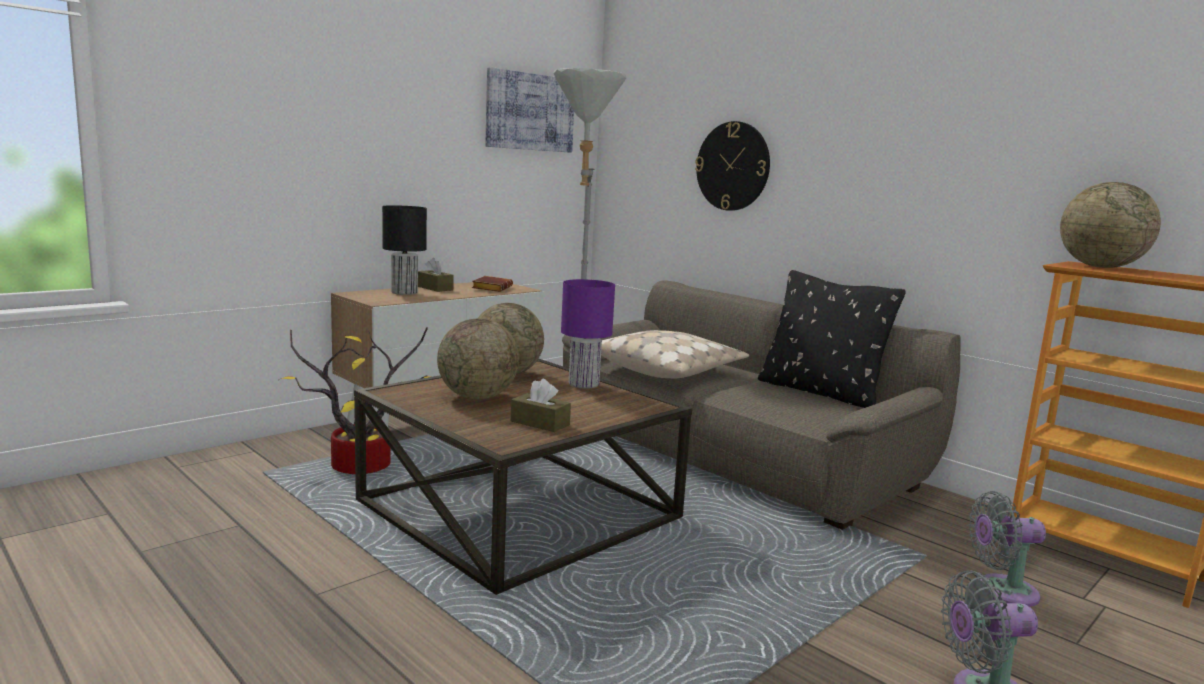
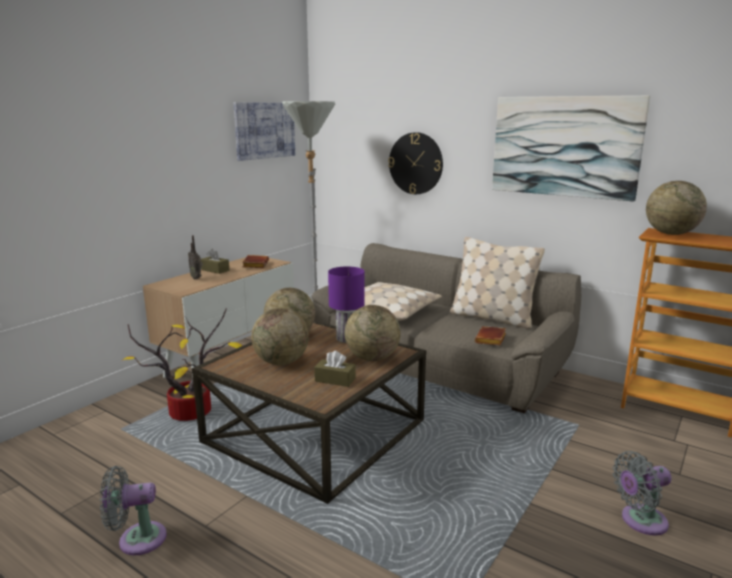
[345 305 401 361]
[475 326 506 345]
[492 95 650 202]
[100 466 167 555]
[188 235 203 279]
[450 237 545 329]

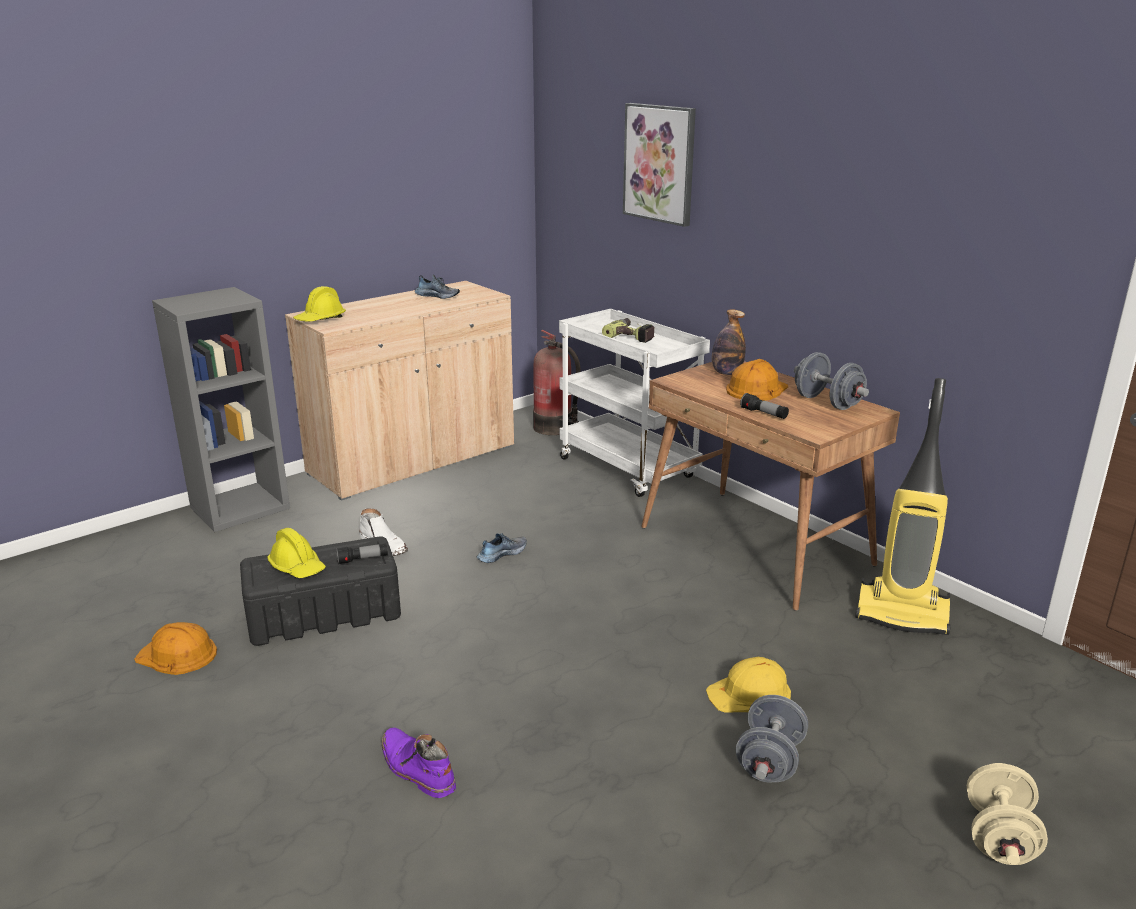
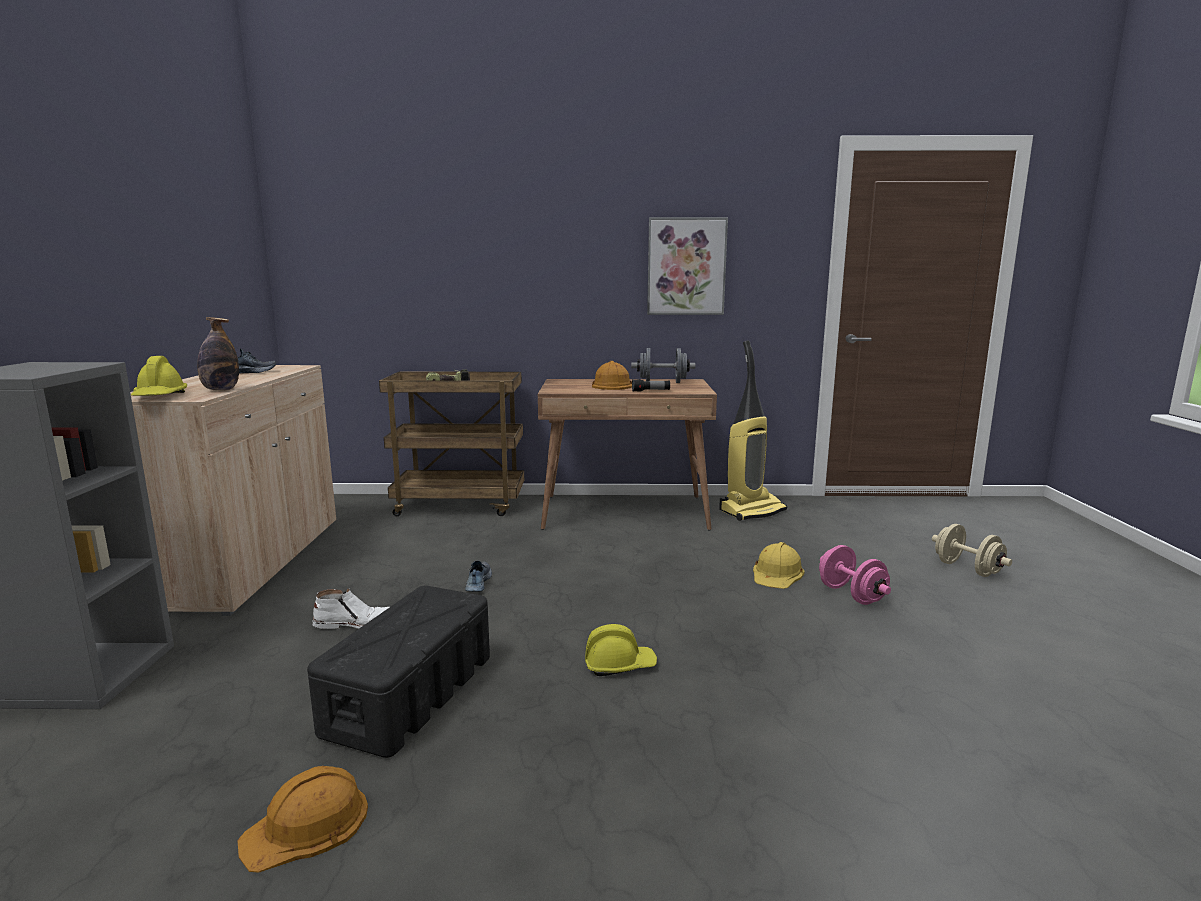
[336 543 388 564] (first image)
[382 728 456 798] (first image)
[533 330 581 435] (first image)
[585 624 657 676]
[647 217 728 315]
[197 317 239 391]
[379 372 524 516]
[819 545 891 605]

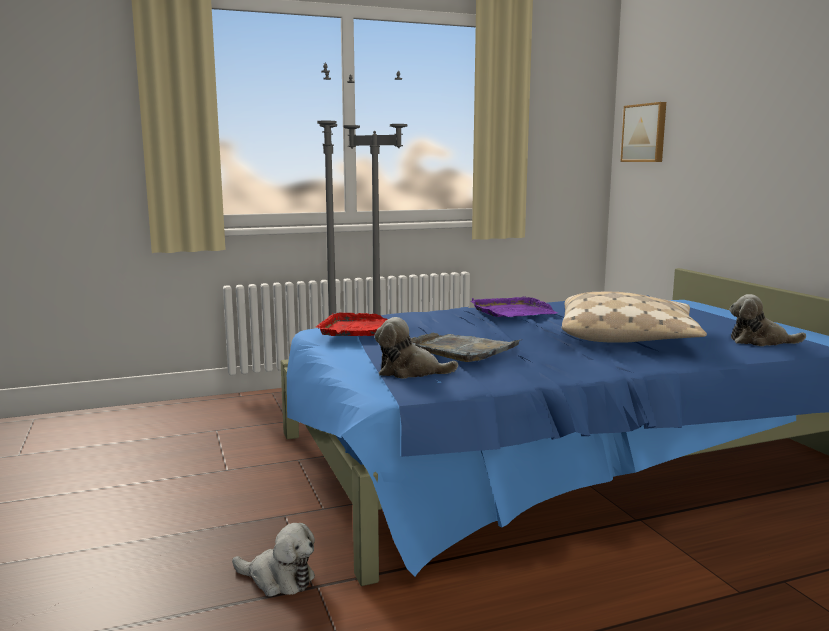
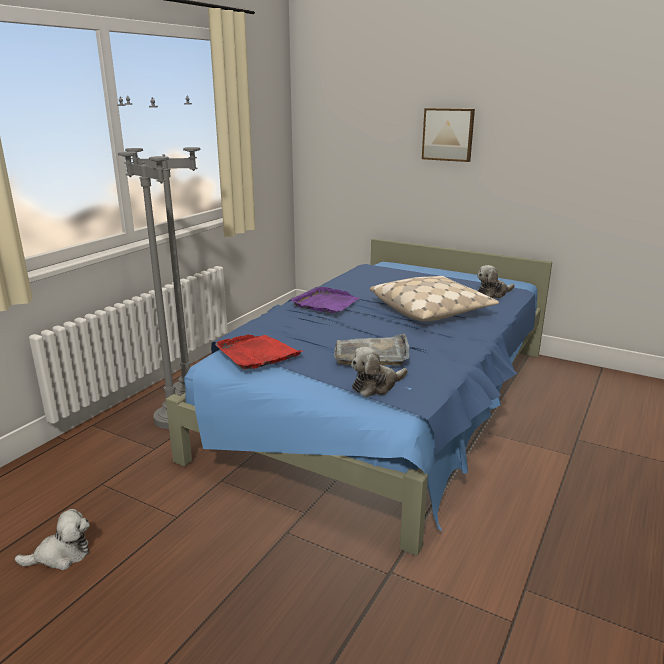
[15 509 90 570]
[422 108 475 162]

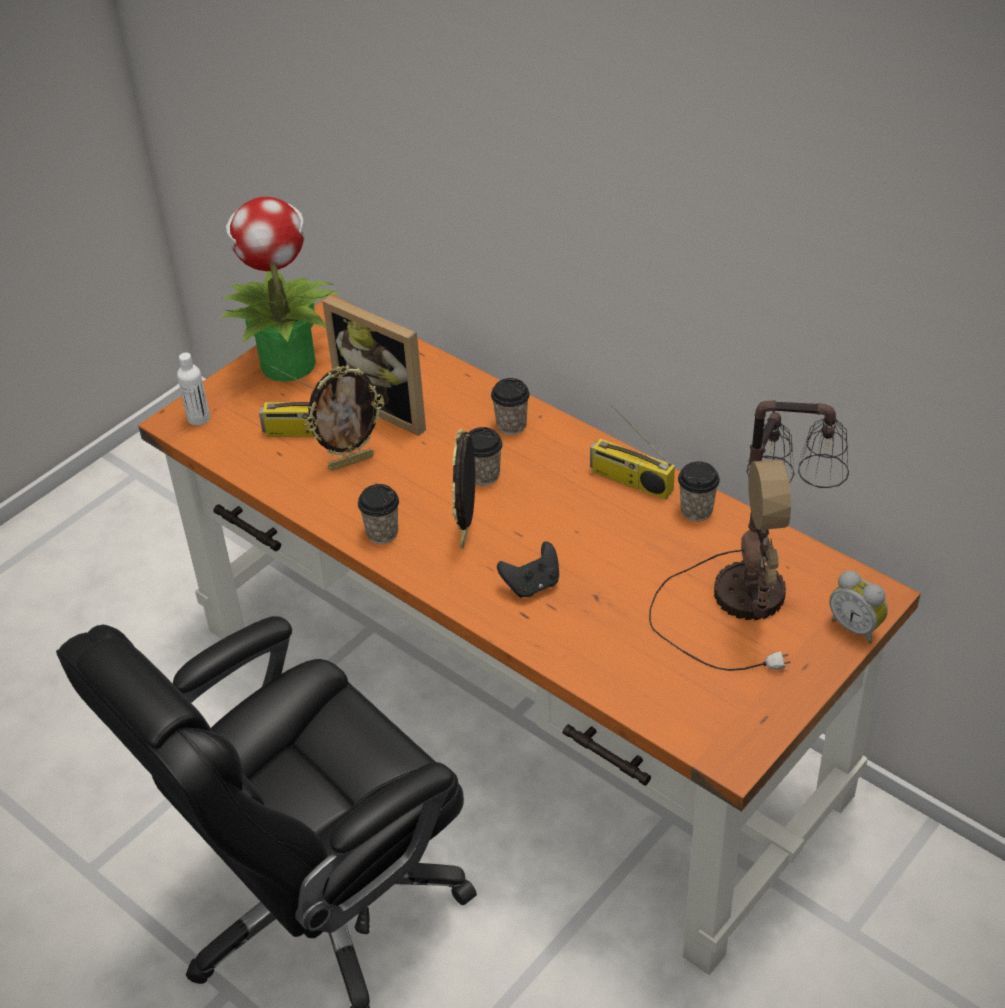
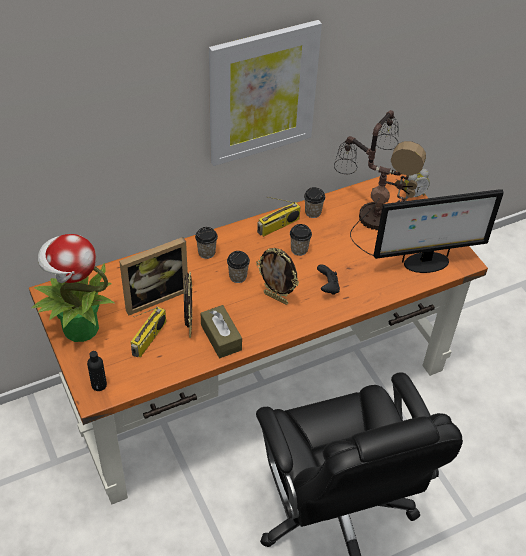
[201 305 242 358]
[209 20 322 166]
[373 189 504 273]
[290 224 312 256]
[87 351 107 391]

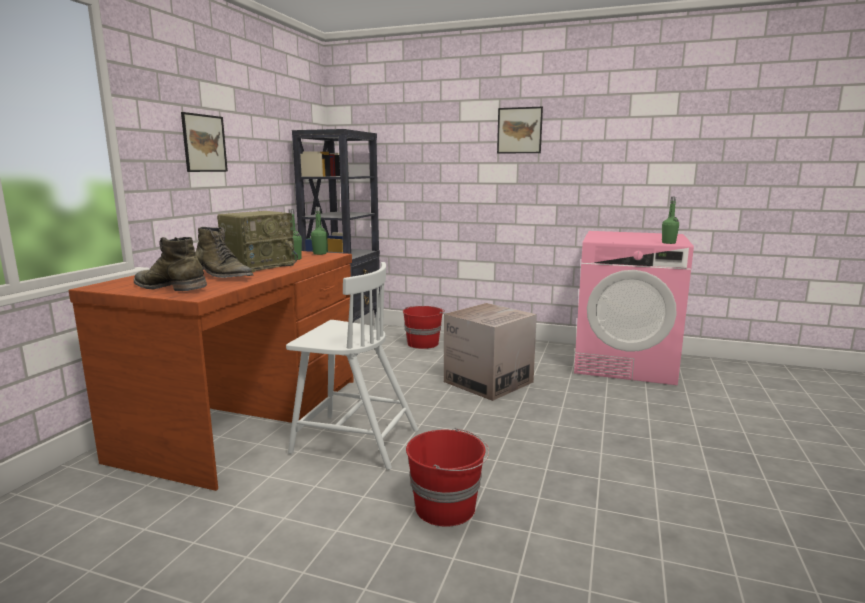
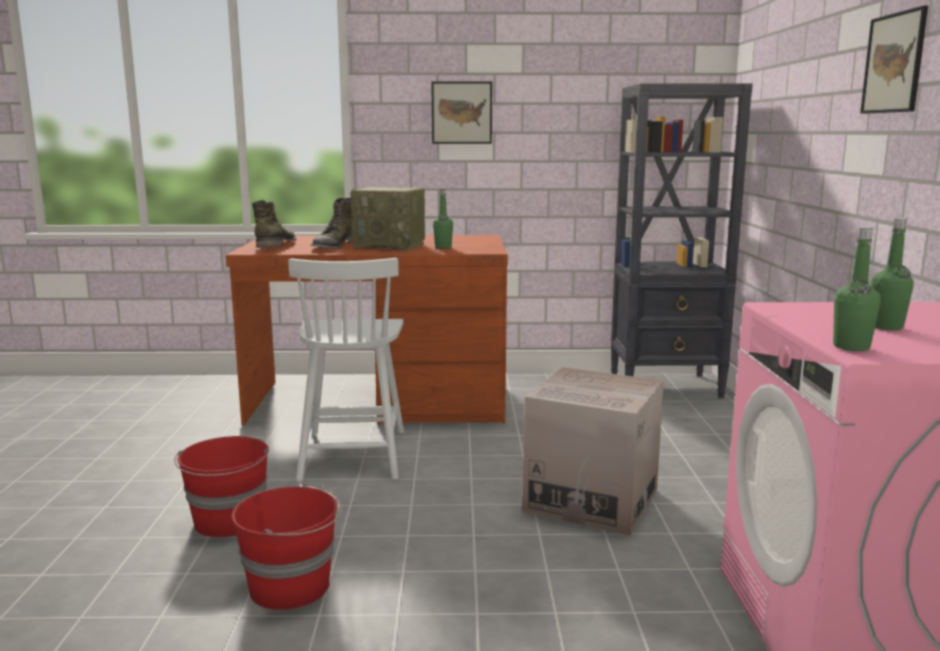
[871 218 914 330]
[231 483 342 610]

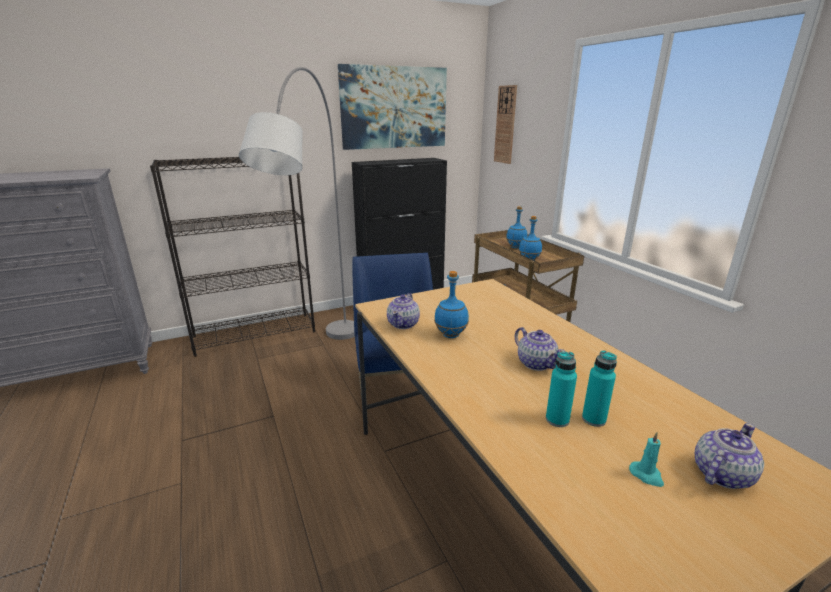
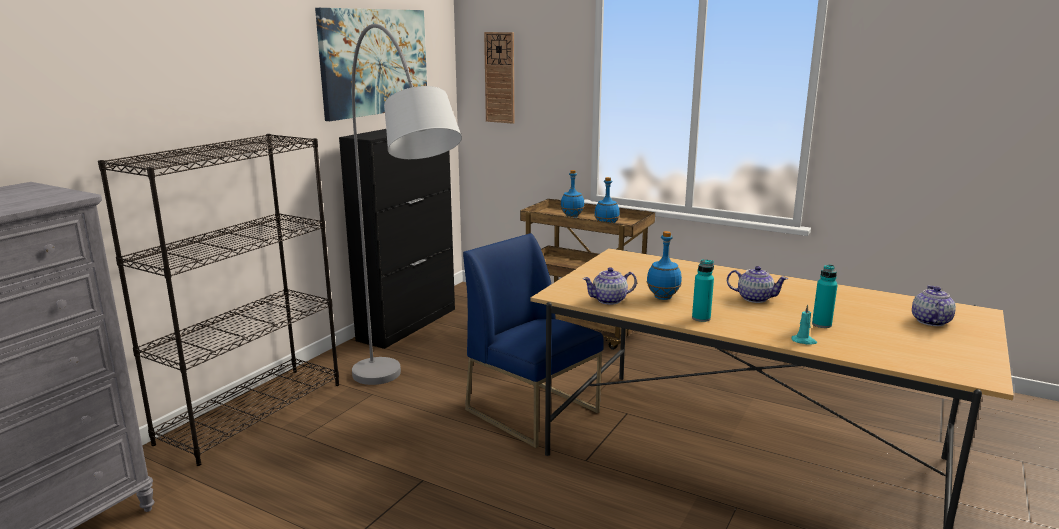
[692 259 714 322]
[792 305 817 345]
[583 267 637 305]

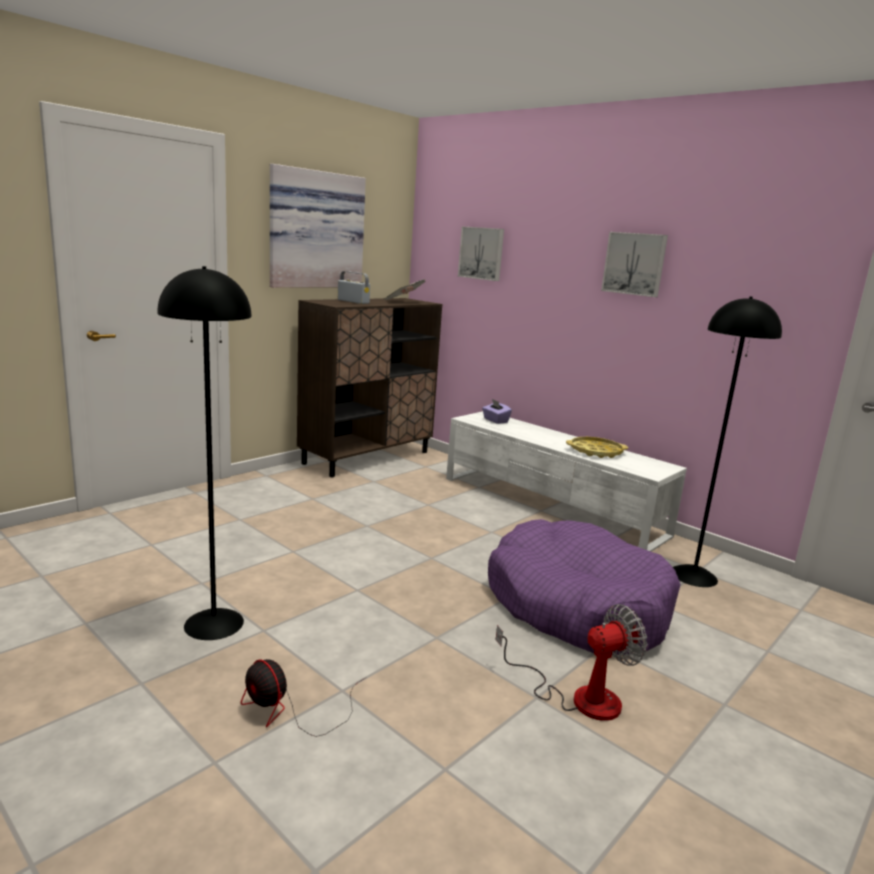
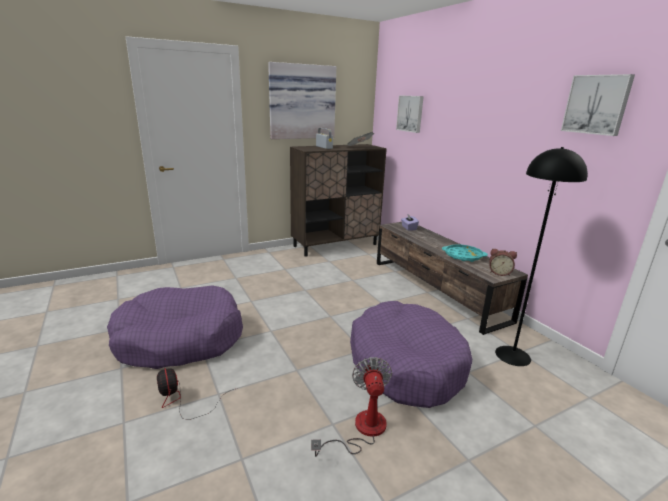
[489 249 517 276]
[561 74 635 136]
[107 285 243 369]
[377 222 528 335]
[442 244 488 262]
[311 357 392 457]

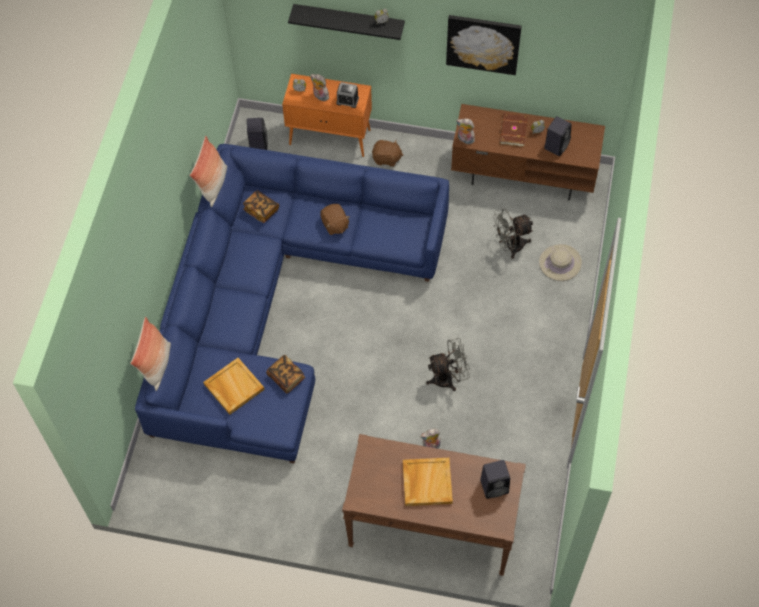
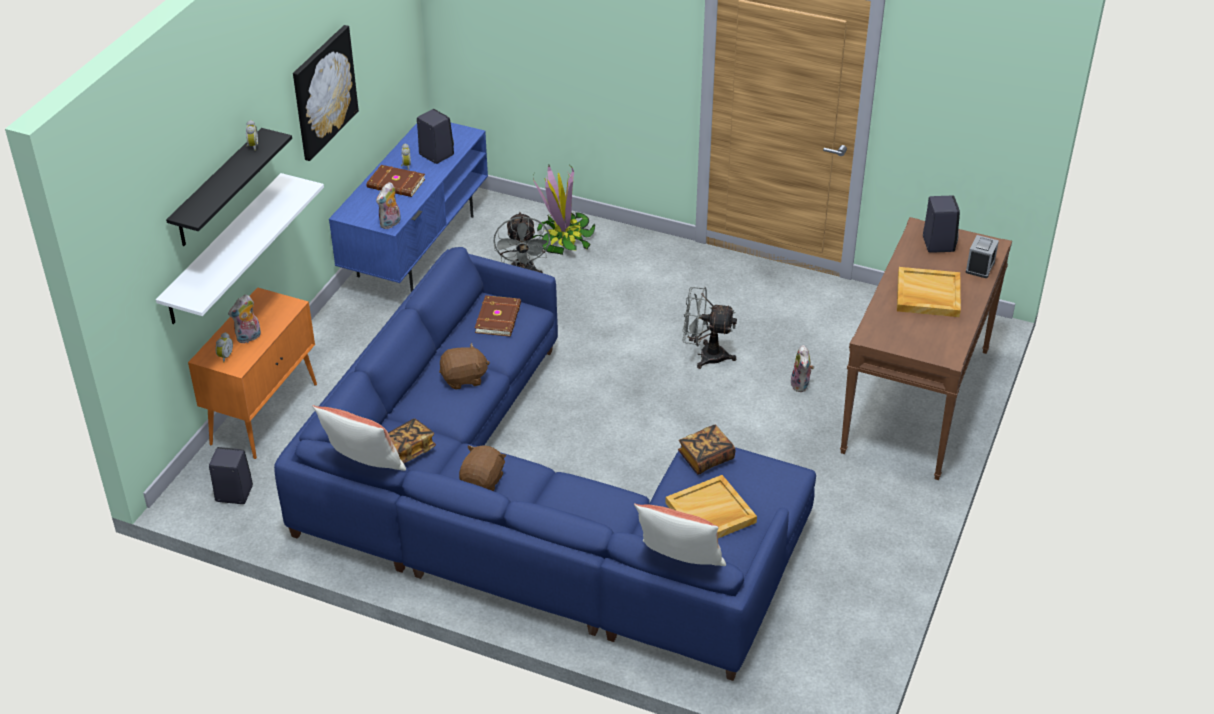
[156 173 324 324]
[475 295 521 336]
[966 235 999 278]
[459 445 506 491]
[532 165 595 255]
[329 123 488 292]
[682 287 737 369]

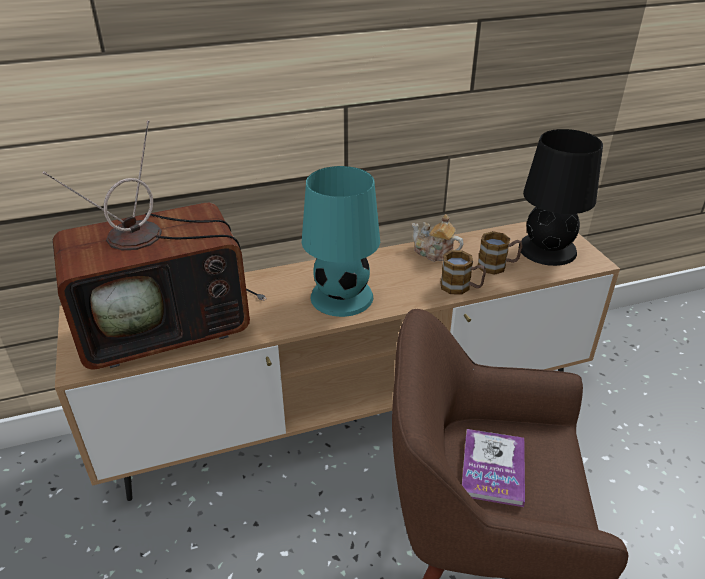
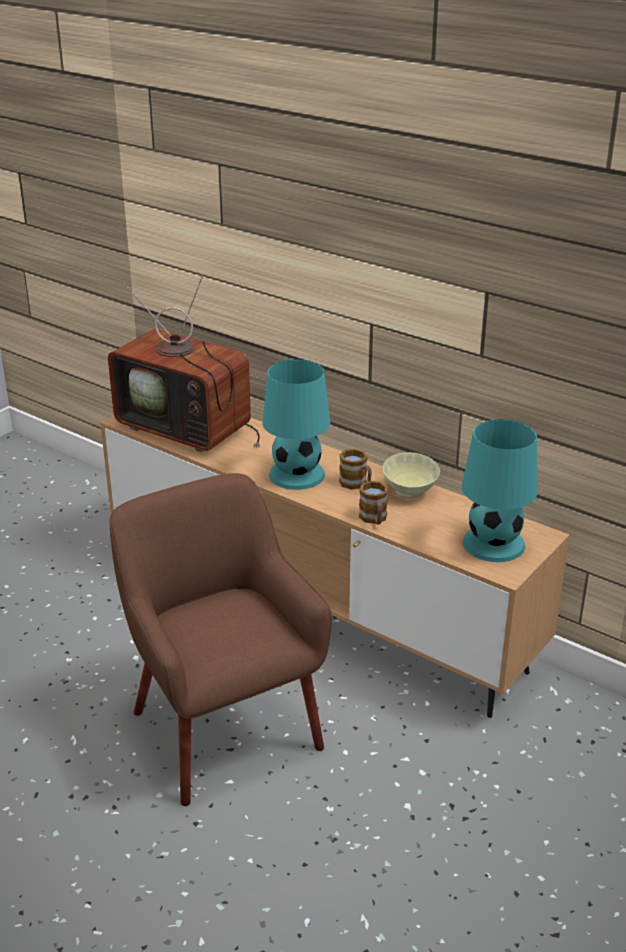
[462 429 525 507] (first image)
[339 449 372 490]
[383 452 440 498]
[462 419 538 562]

